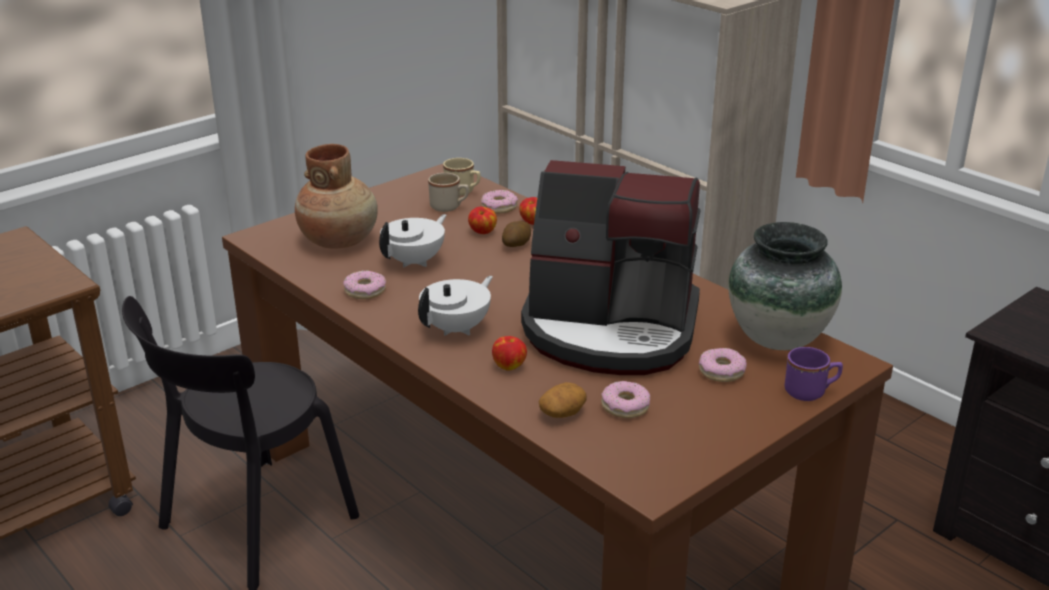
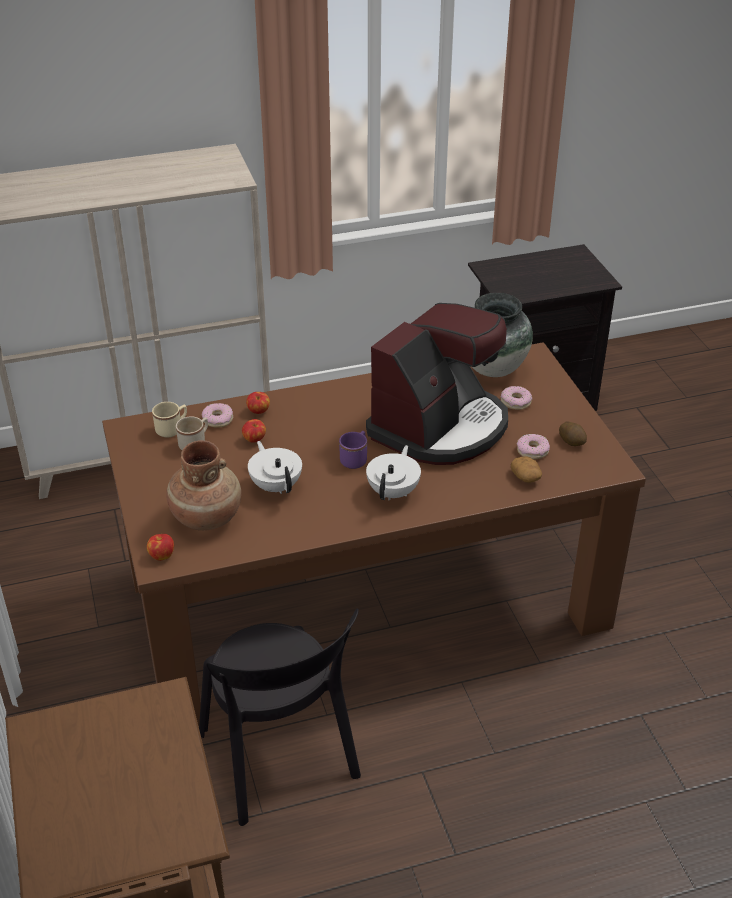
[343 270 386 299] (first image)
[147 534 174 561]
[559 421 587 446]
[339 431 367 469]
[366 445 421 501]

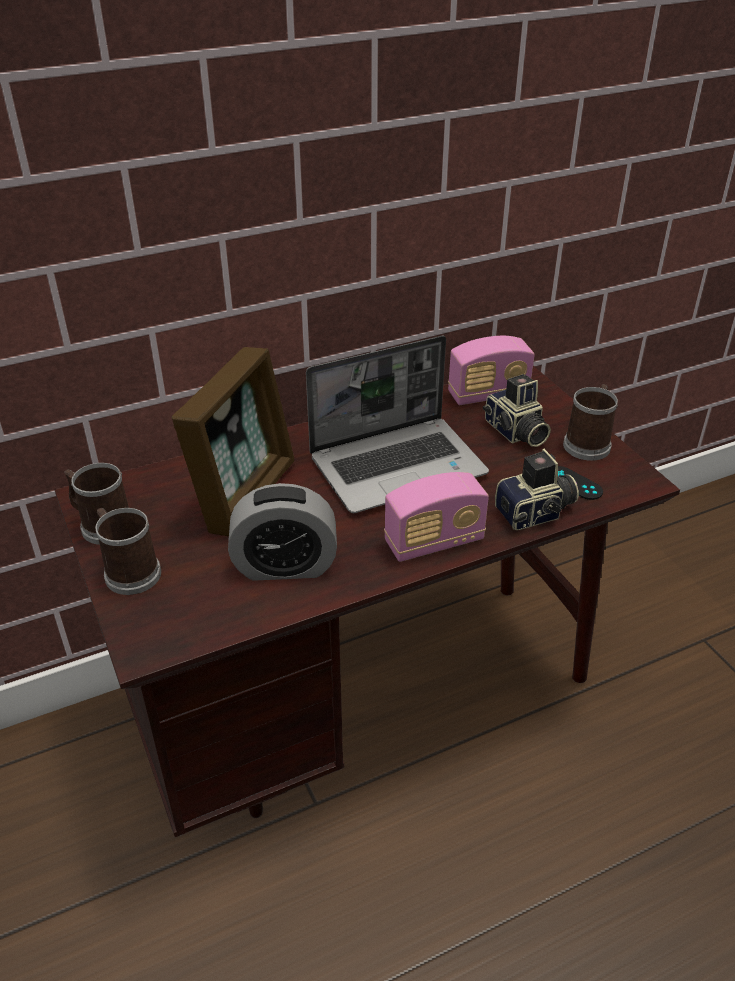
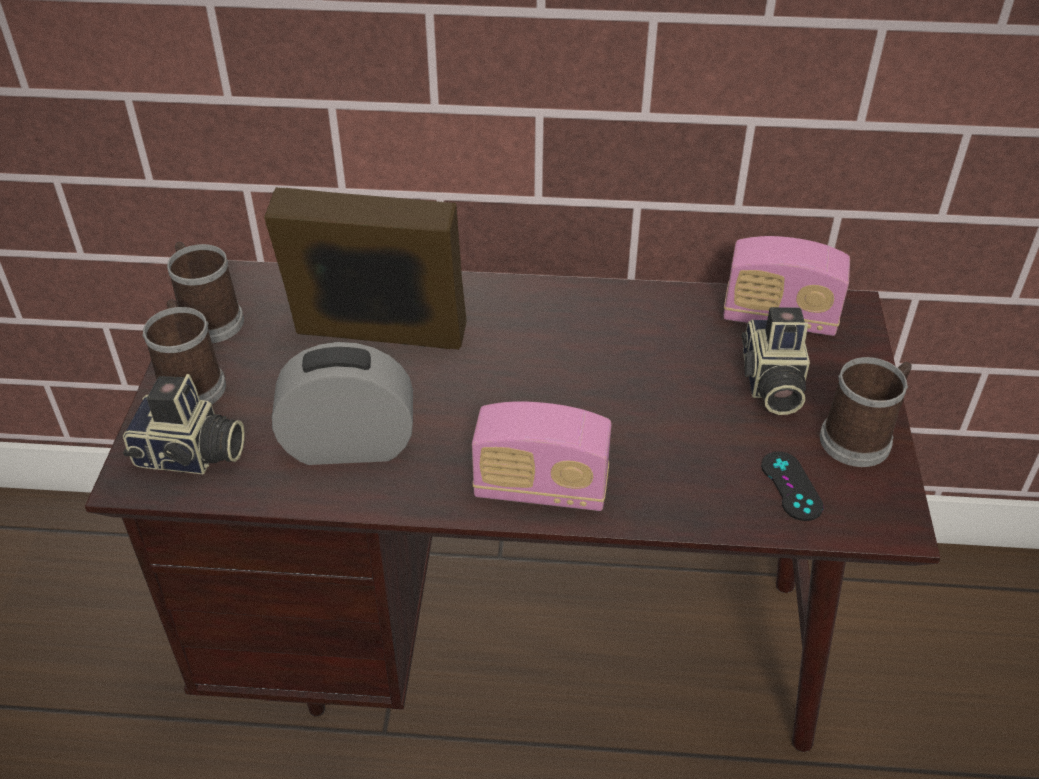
[306 336 489 513] (first image)
[123 374 245 474]
[264 187 466 350]
[272 342 413 465]

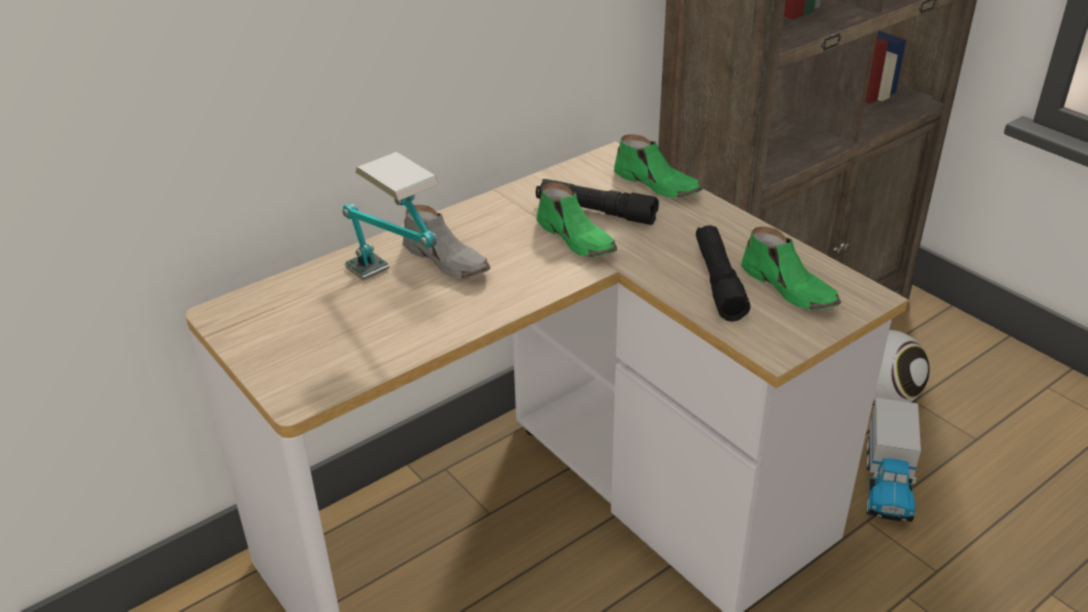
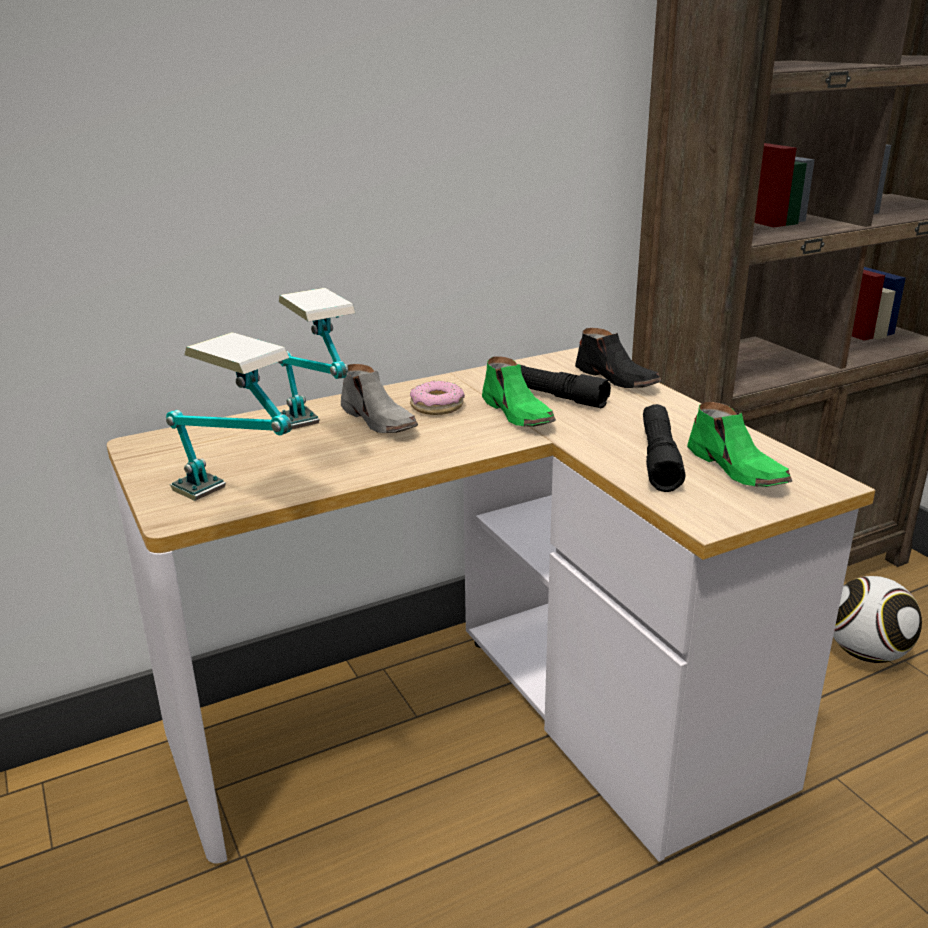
[866 398 921 522] (first image)
[166 332 292 501]
[410 381 465 415]
[575 328 662 388]

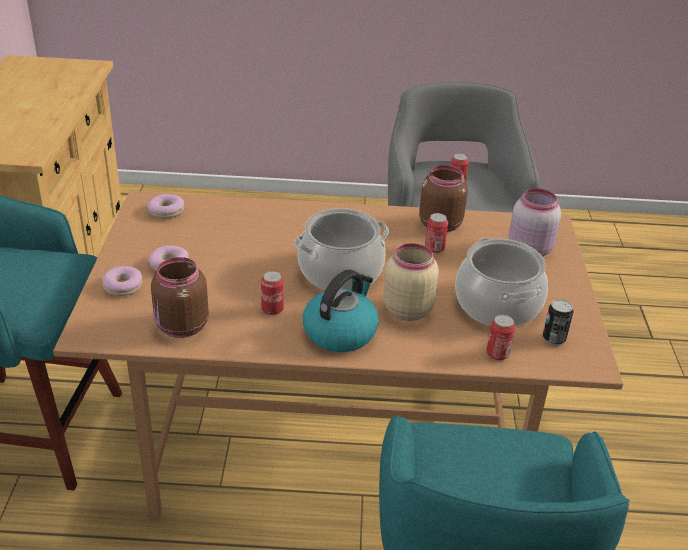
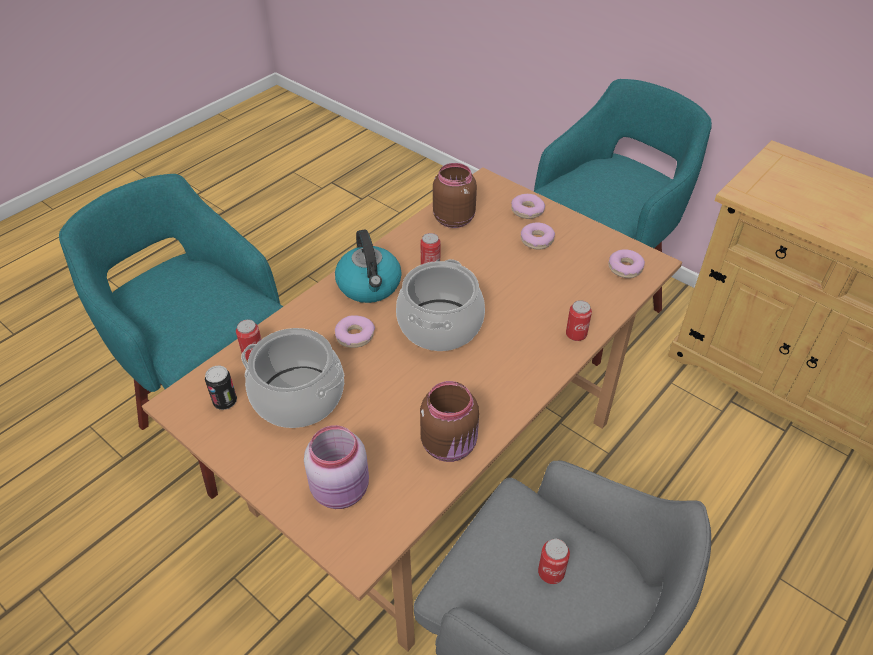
[566 300 592 341]
[335 315 375 348]

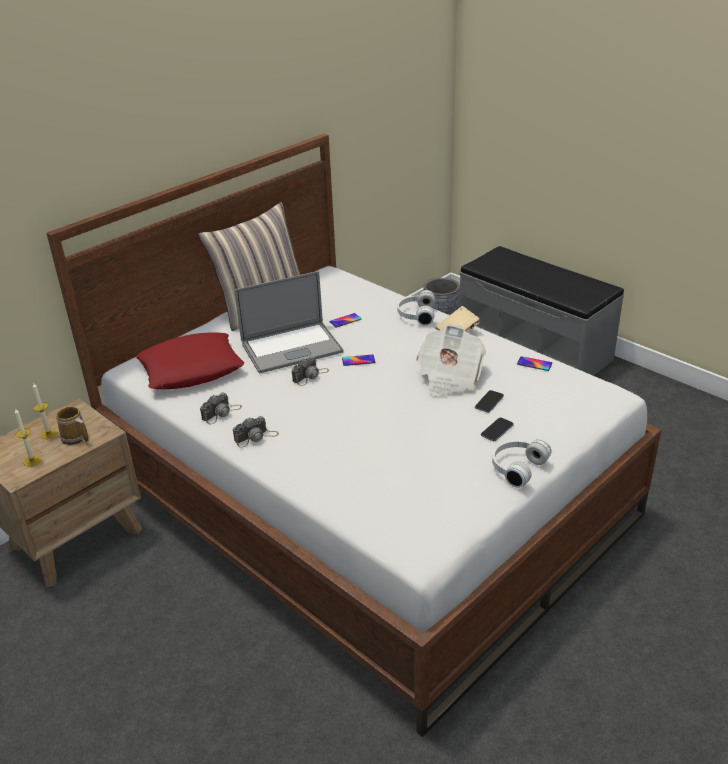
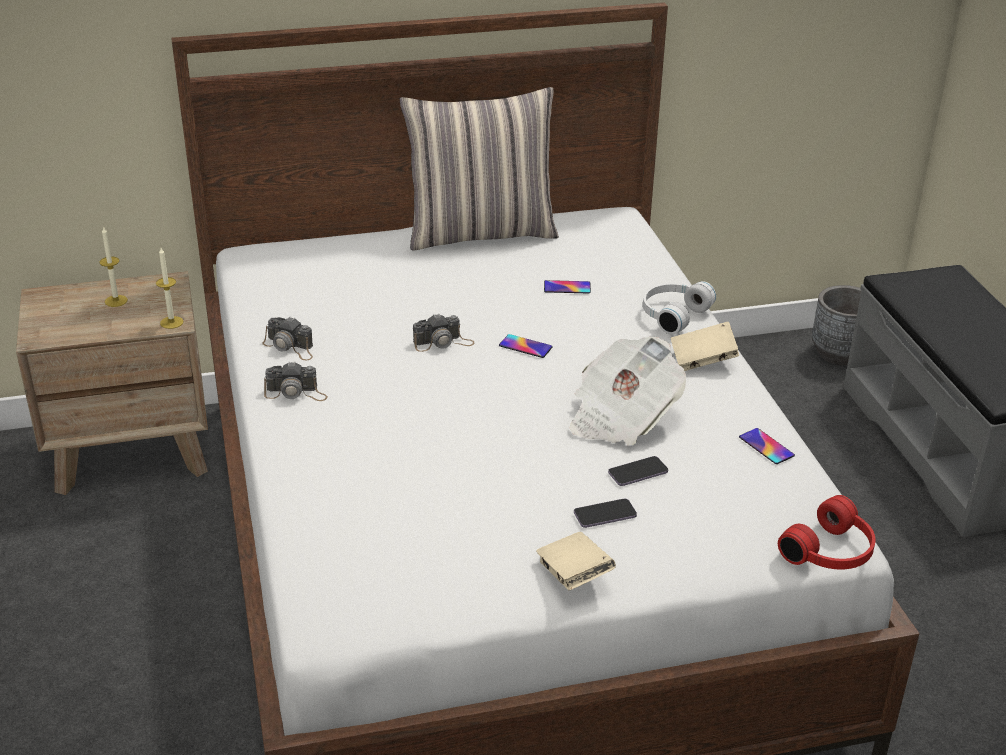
[56 406 89 445] (first image)
[136 332 244 389] (first image)
[235 271 344 373] (first image)
[778 495 876 570]
[156 248 184 329]
[536 532 616 590]
[262 316 313 360]

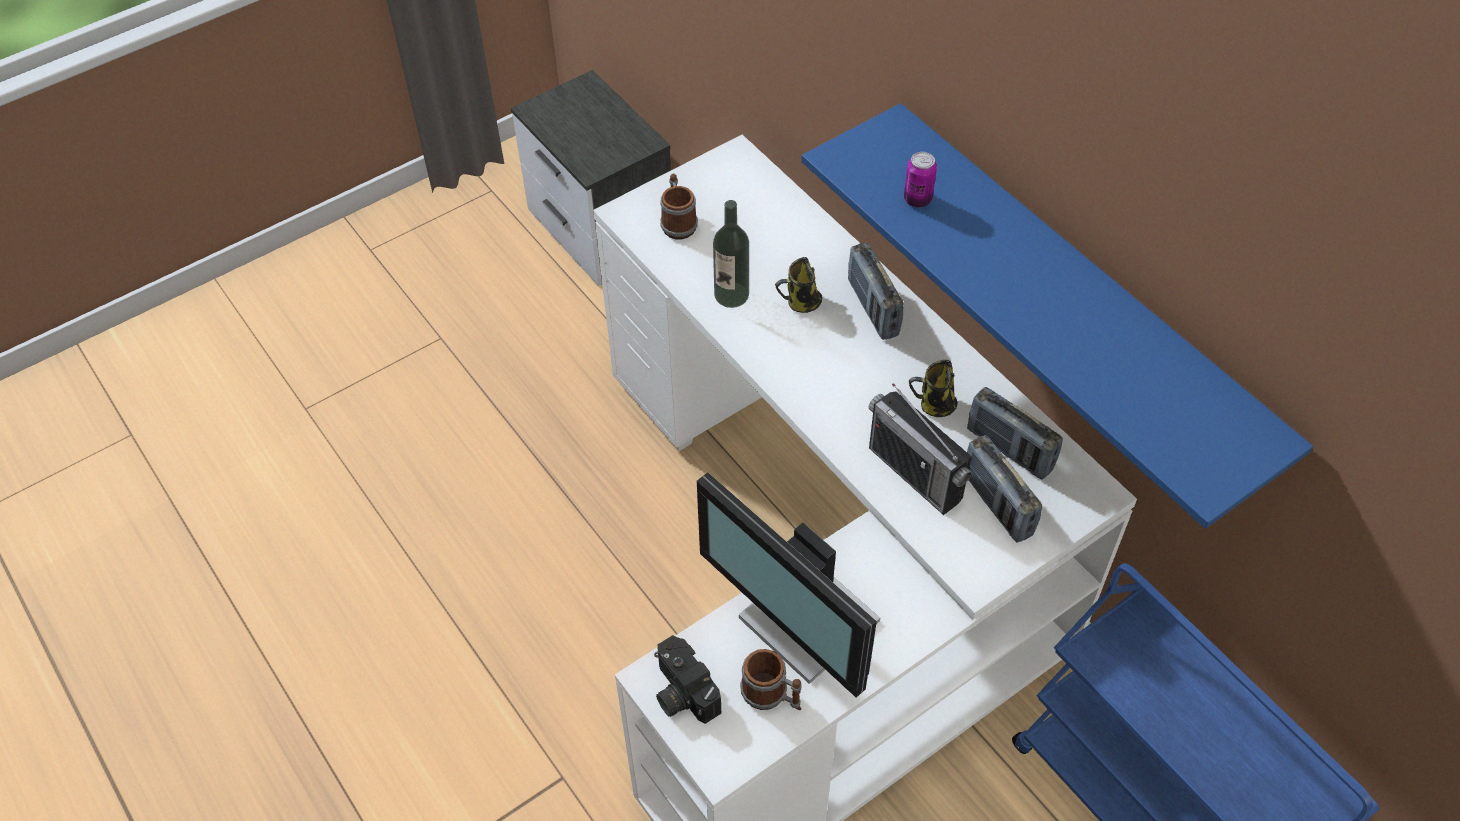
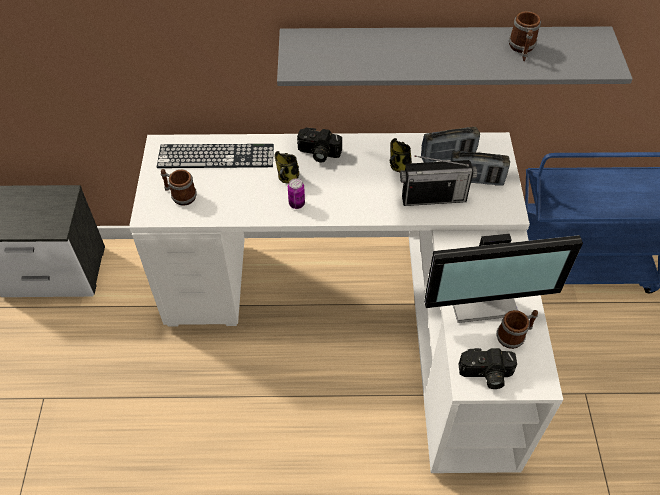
[713 200 749 308] (first image)
[157 144 274 168]
[509 11 541 61]
[288 179 305 209]
[297 128 342 163]
[277 27 633 86]

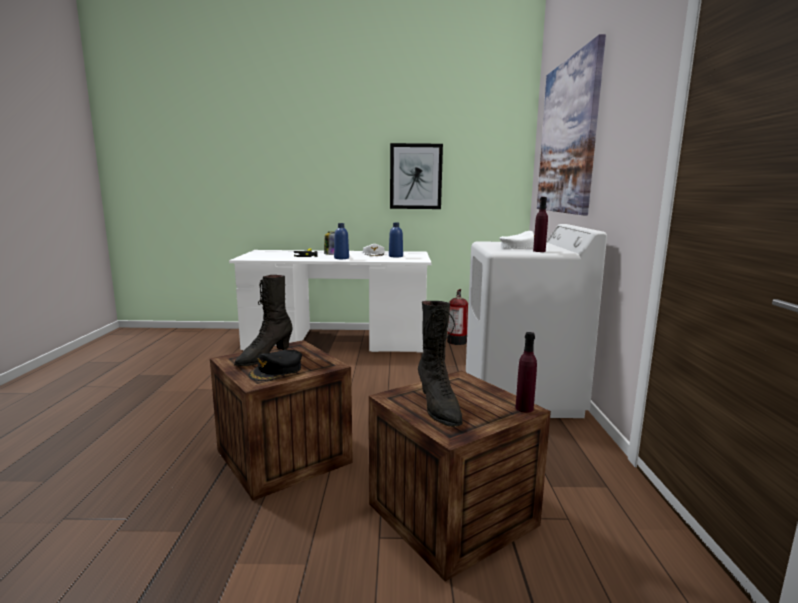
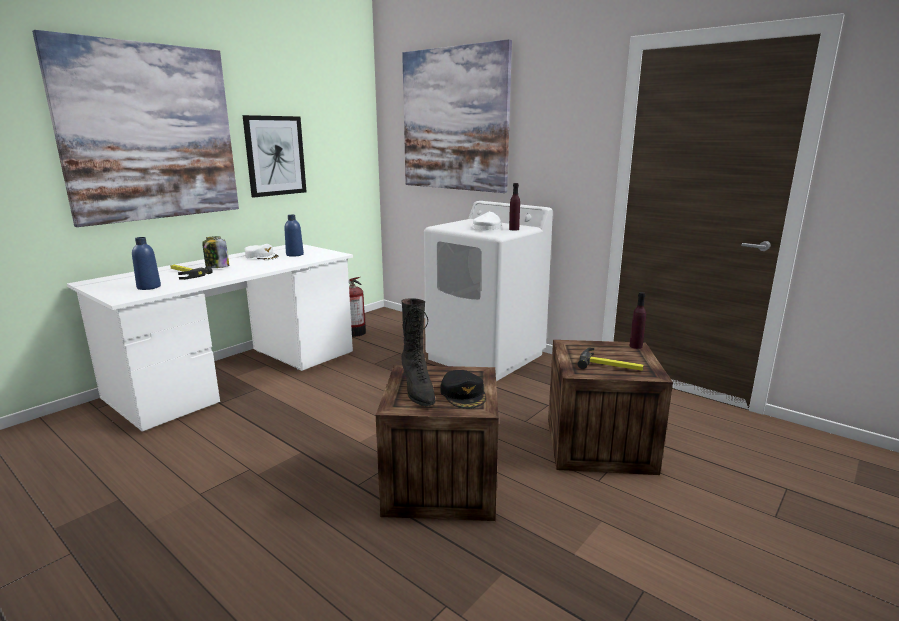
[32 30 239 227]
[132 237 161 290]
[577 348 644 371]

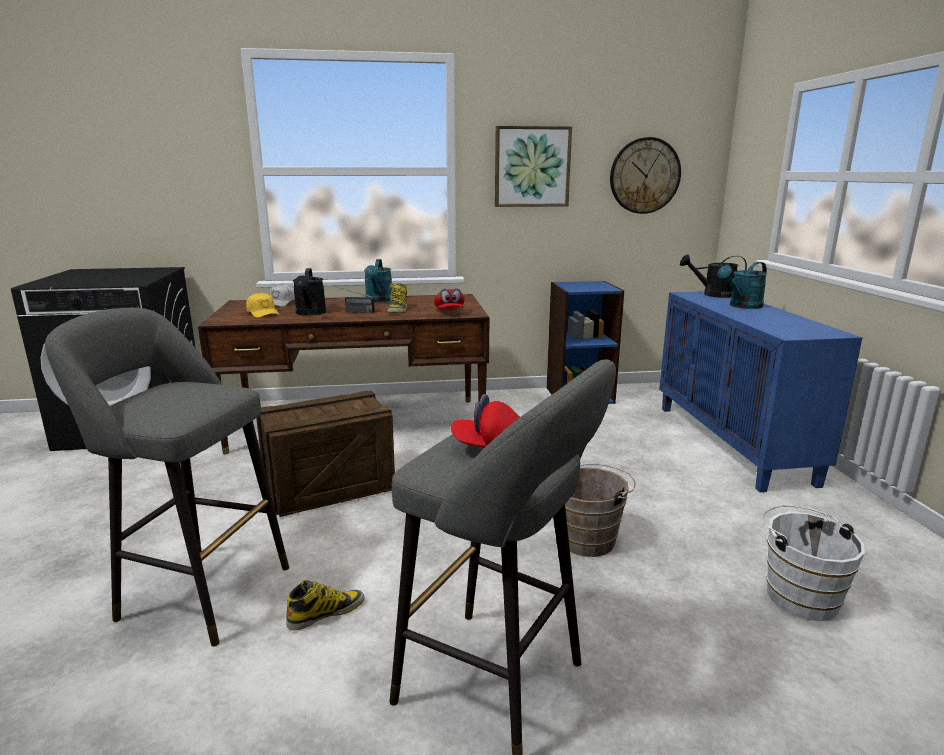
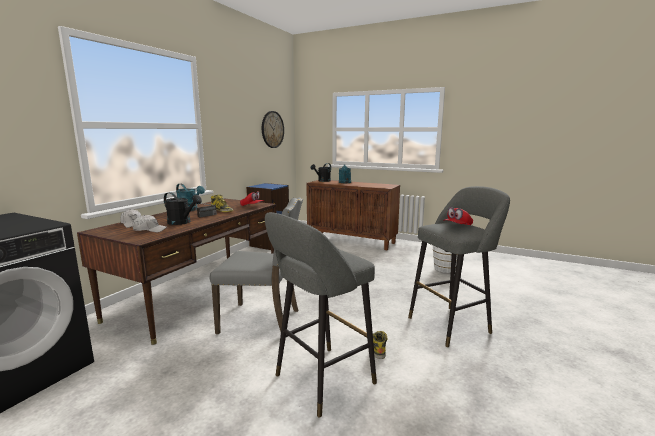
[495 126 572 207] (first image)
[565 464 635 557] (first image)
[210 197 303 334]
[132 215 167 232]
[306 180 400 250]

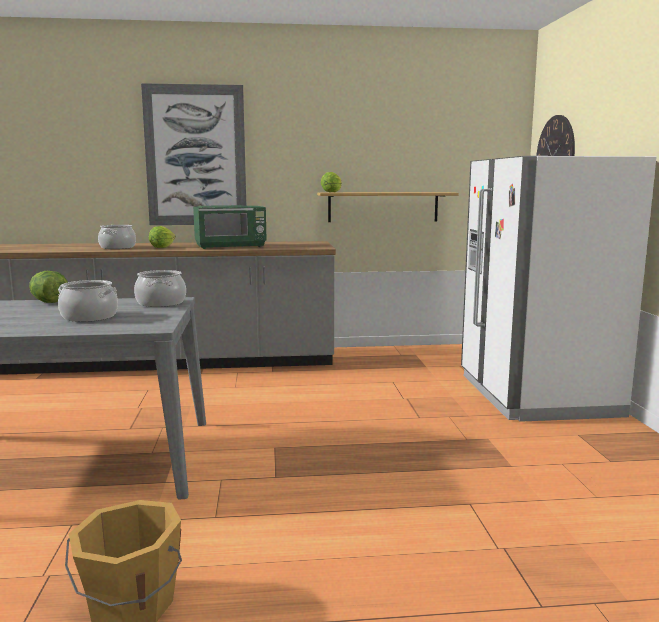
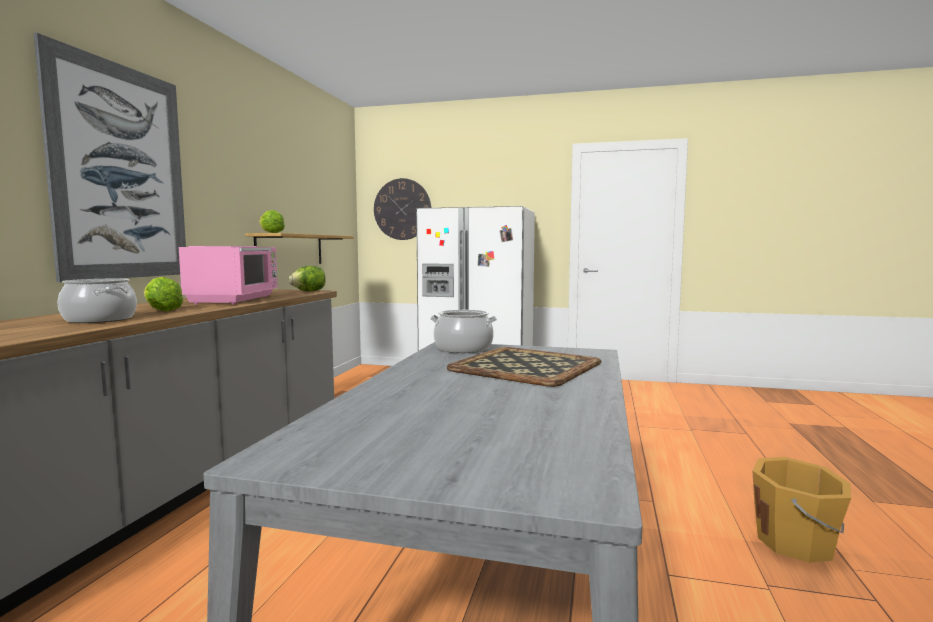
[289 266 326 292]
[447 347 602 387]
[179 246 278 305]

